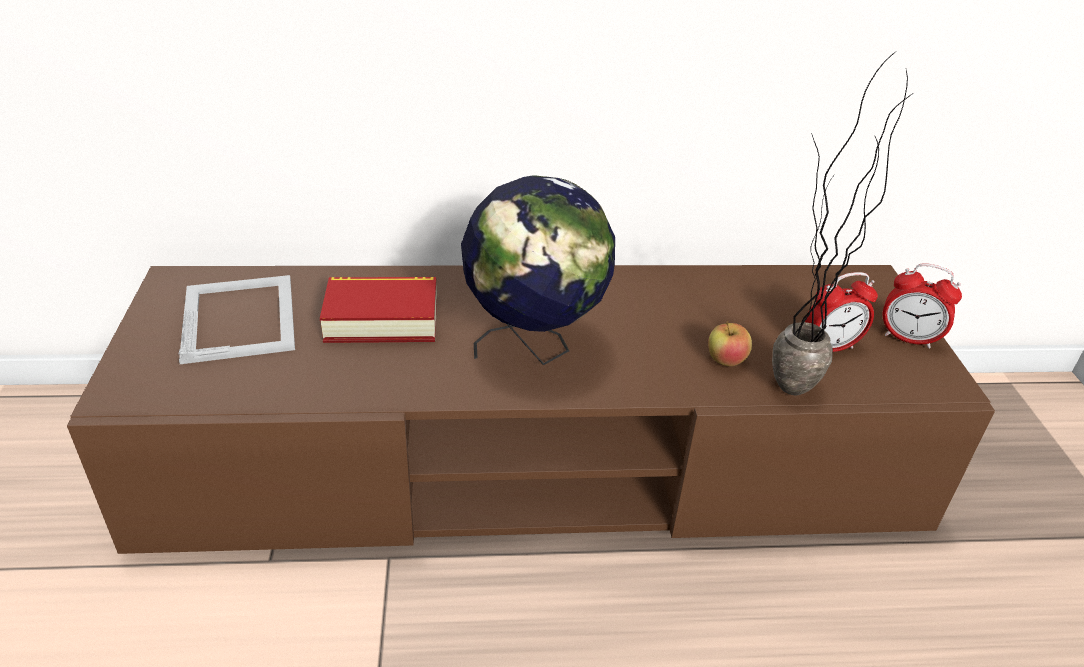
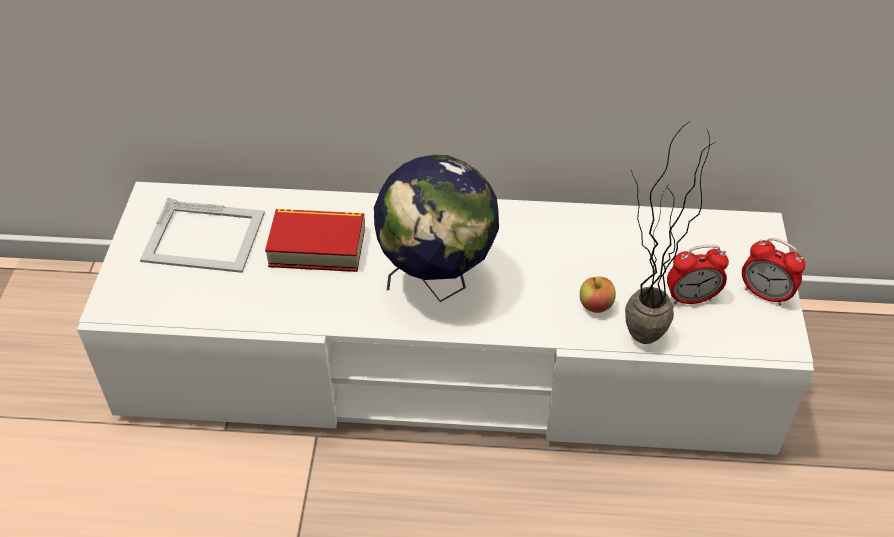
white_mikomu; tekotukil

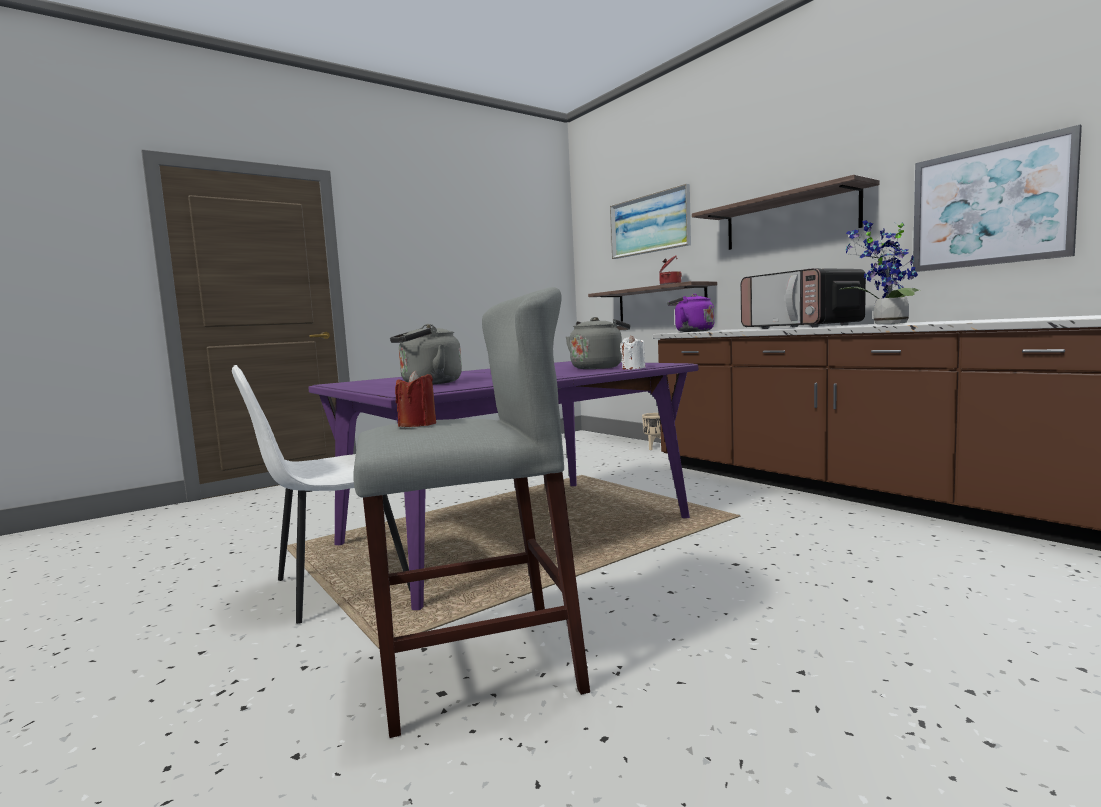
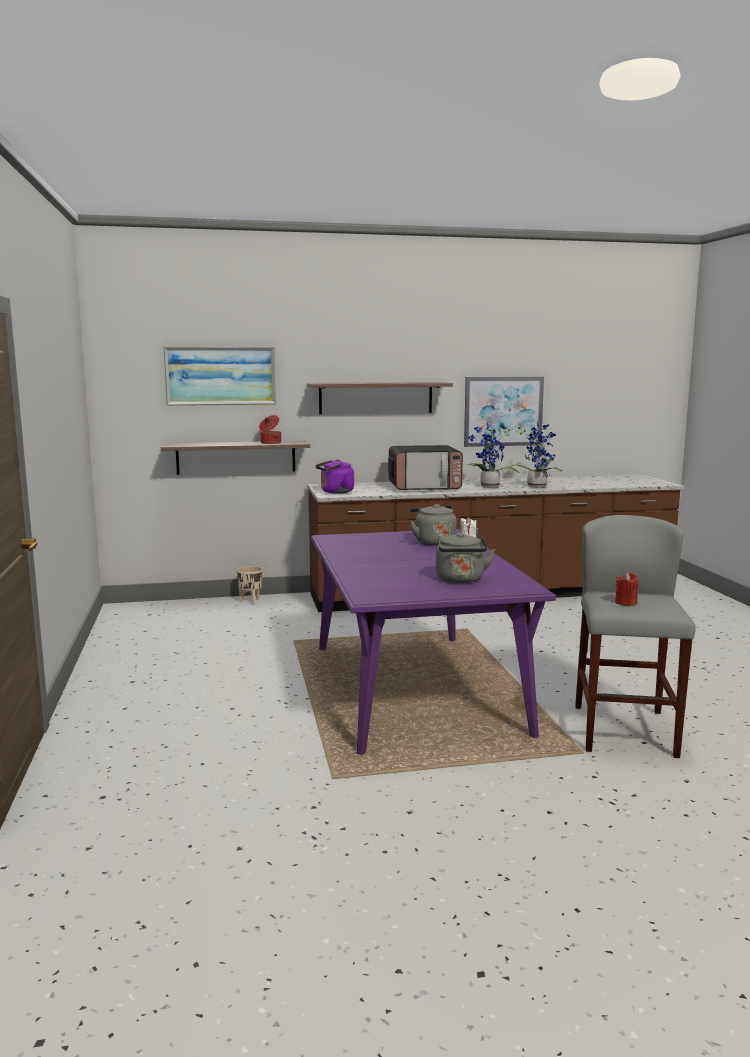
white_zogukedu; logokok (no. 2 from left)

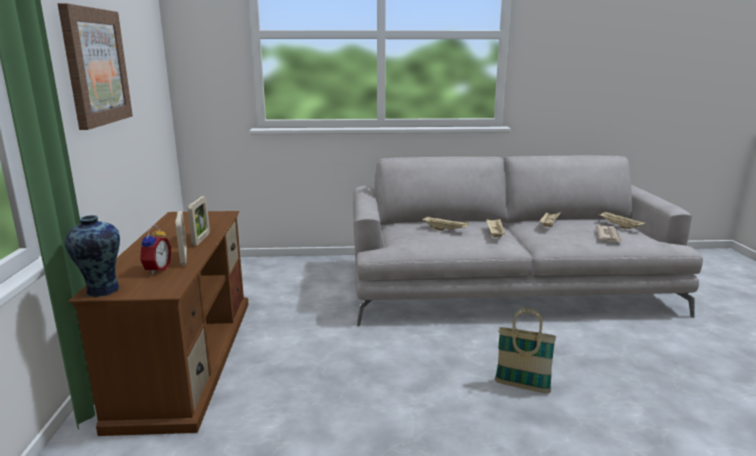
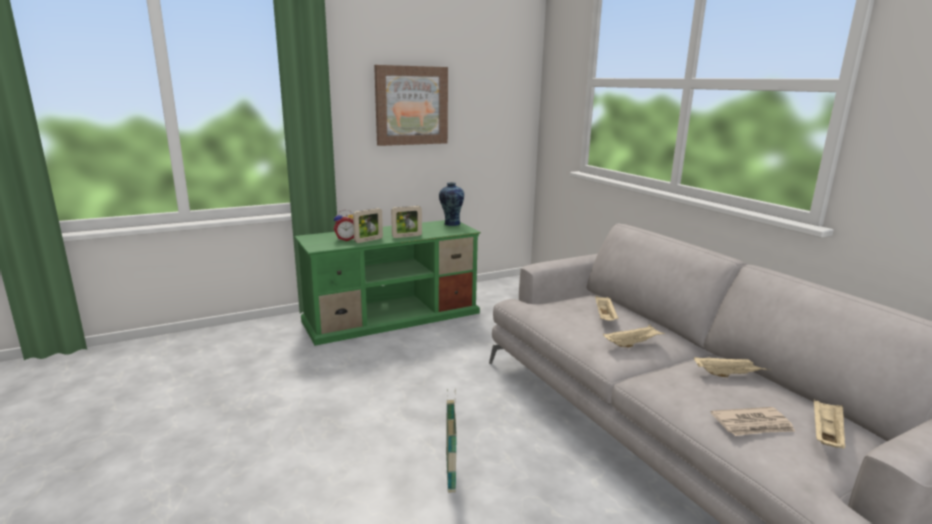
green_mikomu; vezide

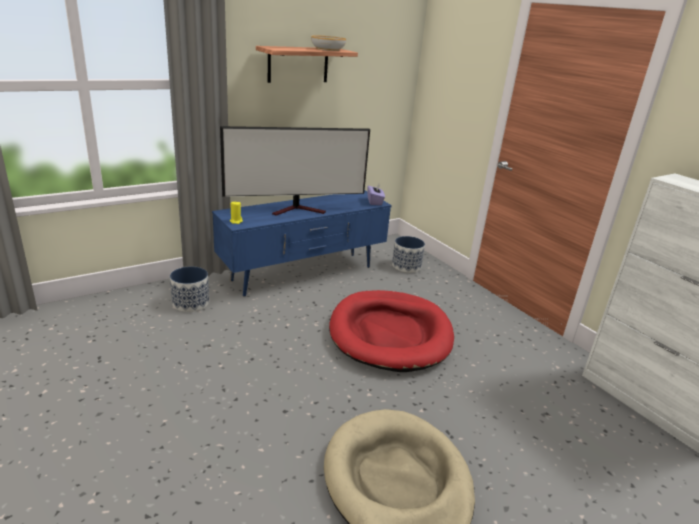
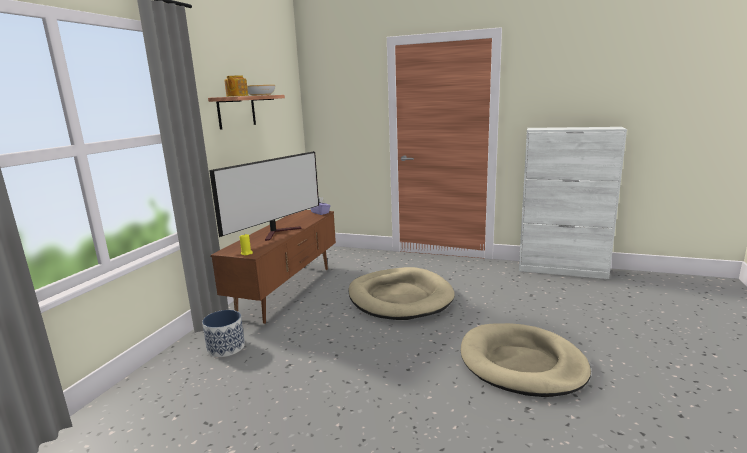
brown_mikomu; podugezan (no. 2 from left in the first image); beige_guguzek (no. 1 from left); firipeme

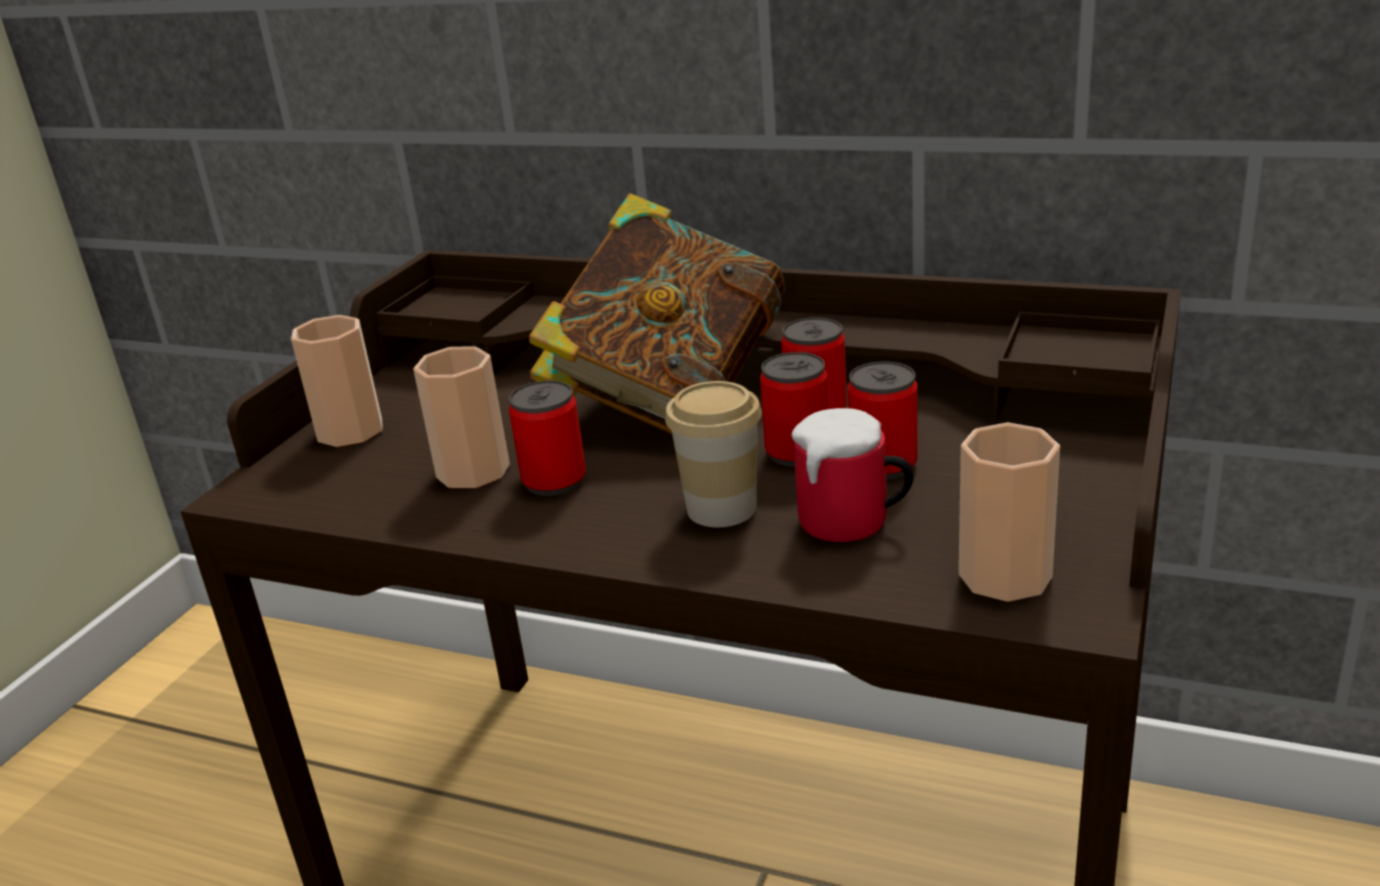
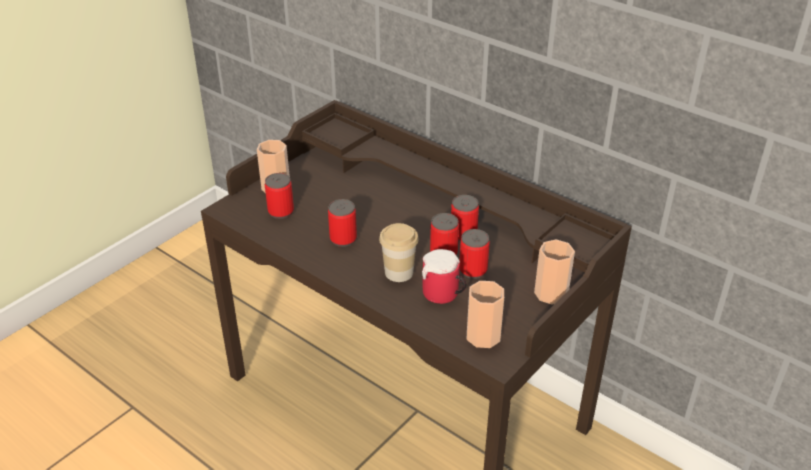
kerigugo; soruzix (no. 4 from left); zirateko (no. 1 from left)

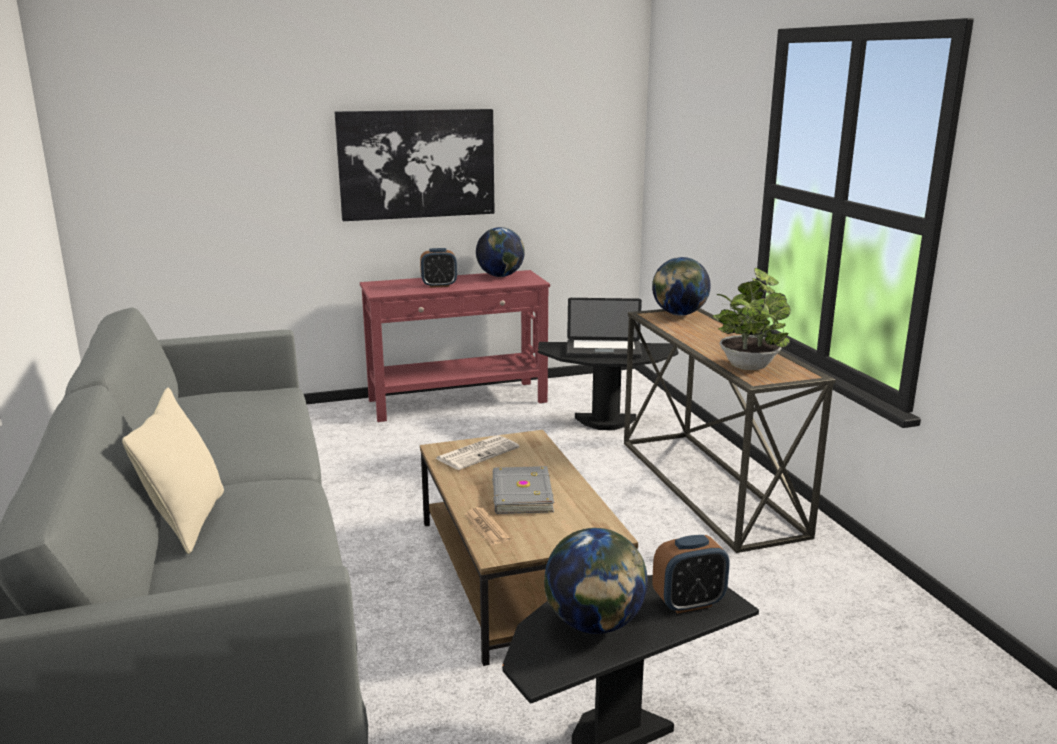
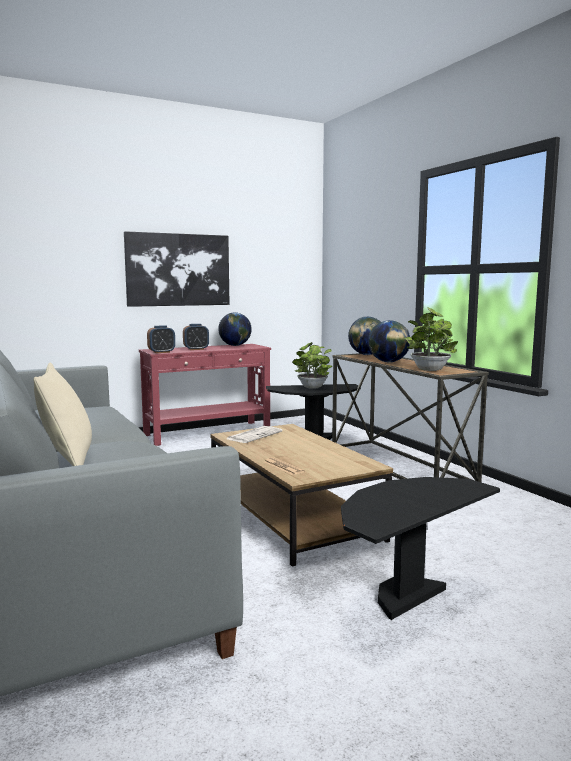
logokok (no. 1 from left); grey_kerigugo; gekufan (no. 3 from left); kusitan (no. 1 from left)

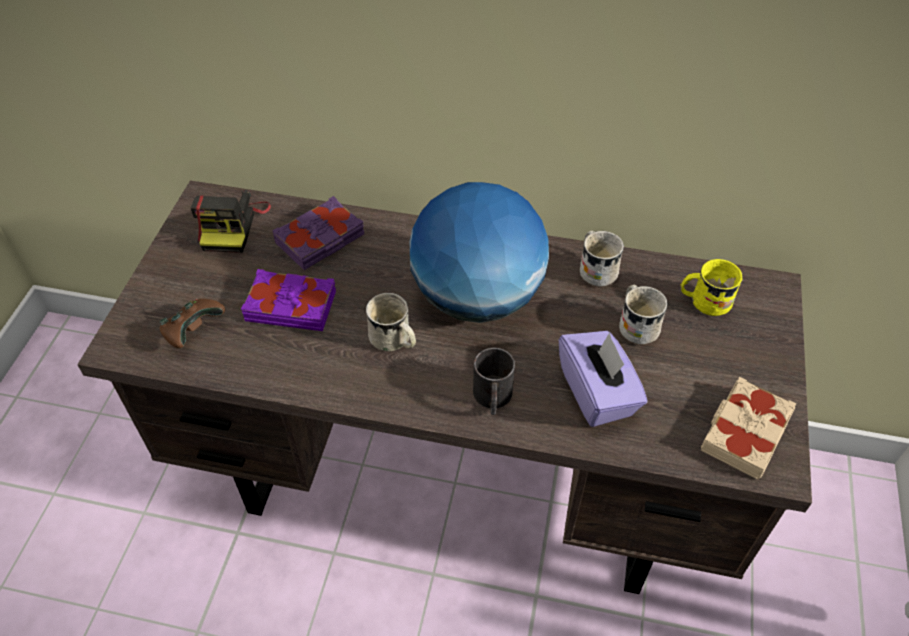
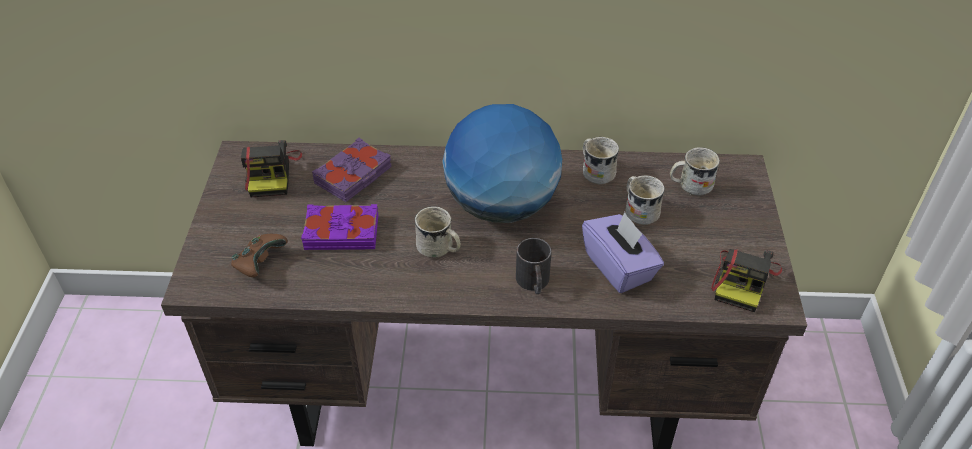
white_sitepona (no. 4 from left); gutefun (no. 2 from left)

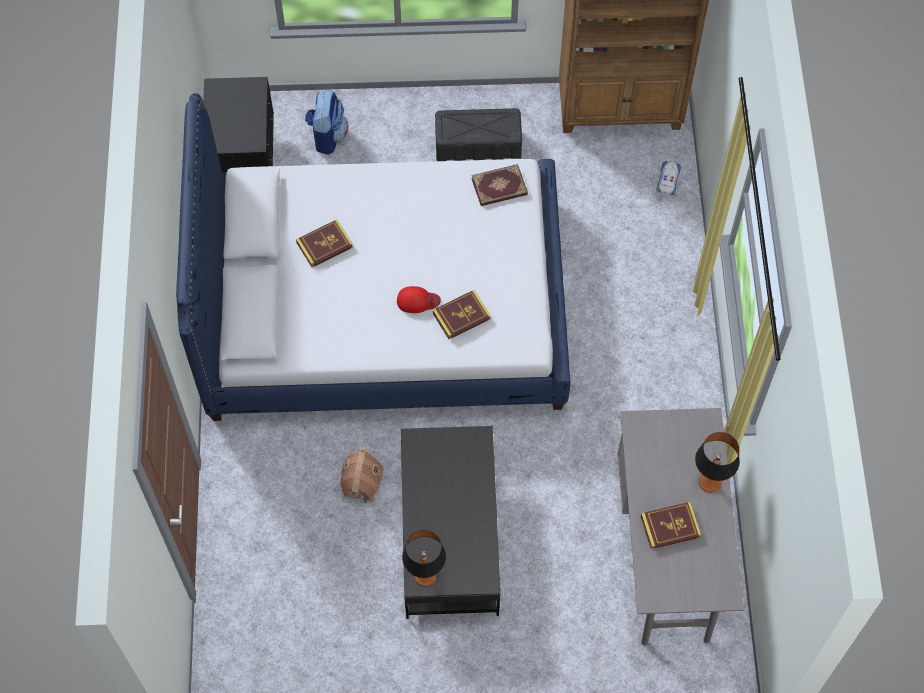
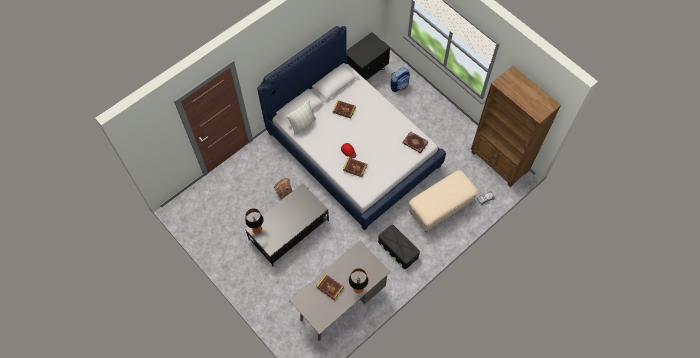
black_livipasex; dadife; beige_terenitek

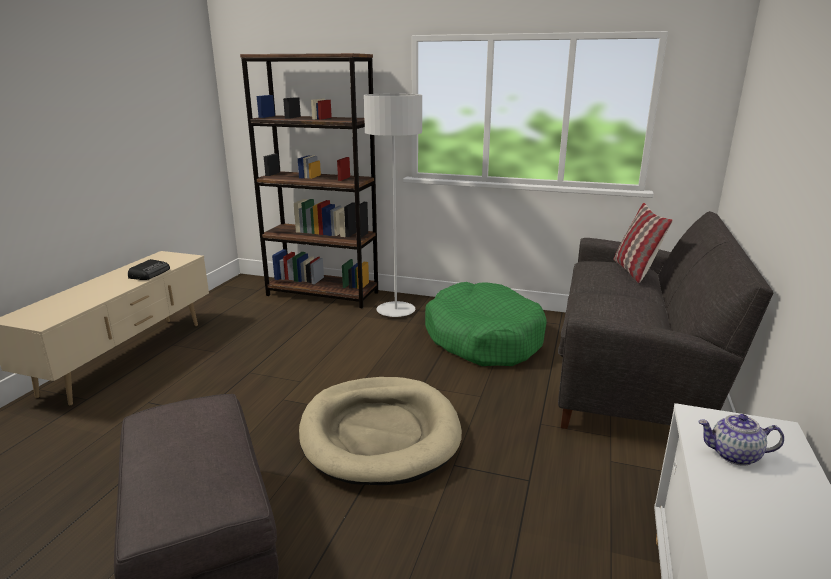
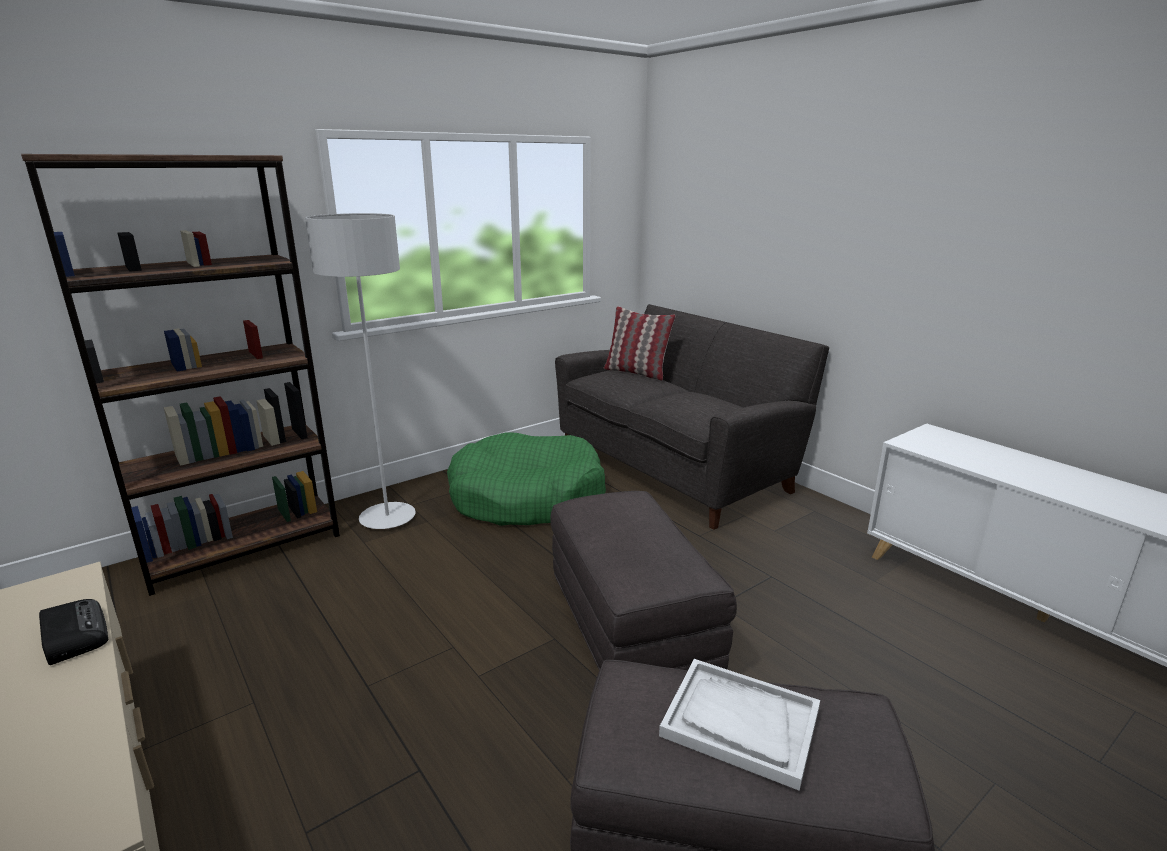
grey_terenitek (no. 1 from left); firipeme; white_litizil

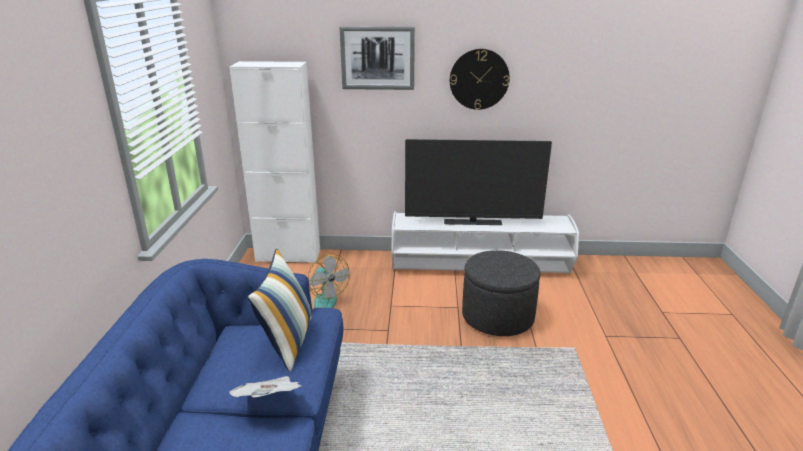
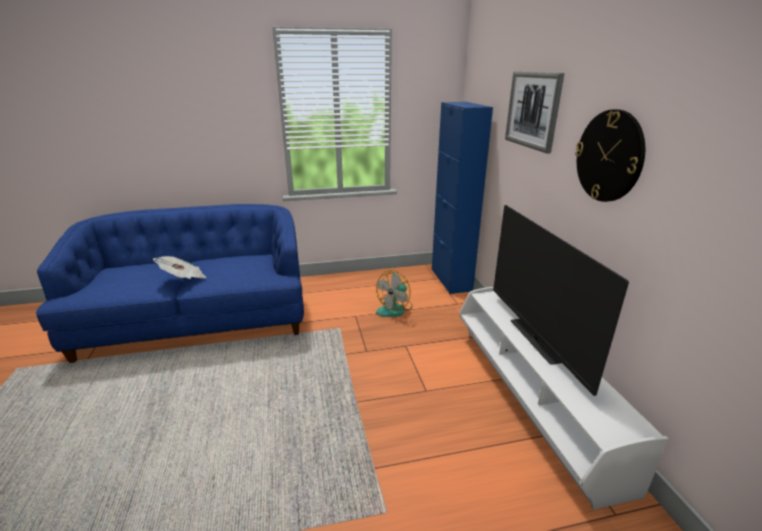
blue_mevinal; dadife; grey_terenitek

